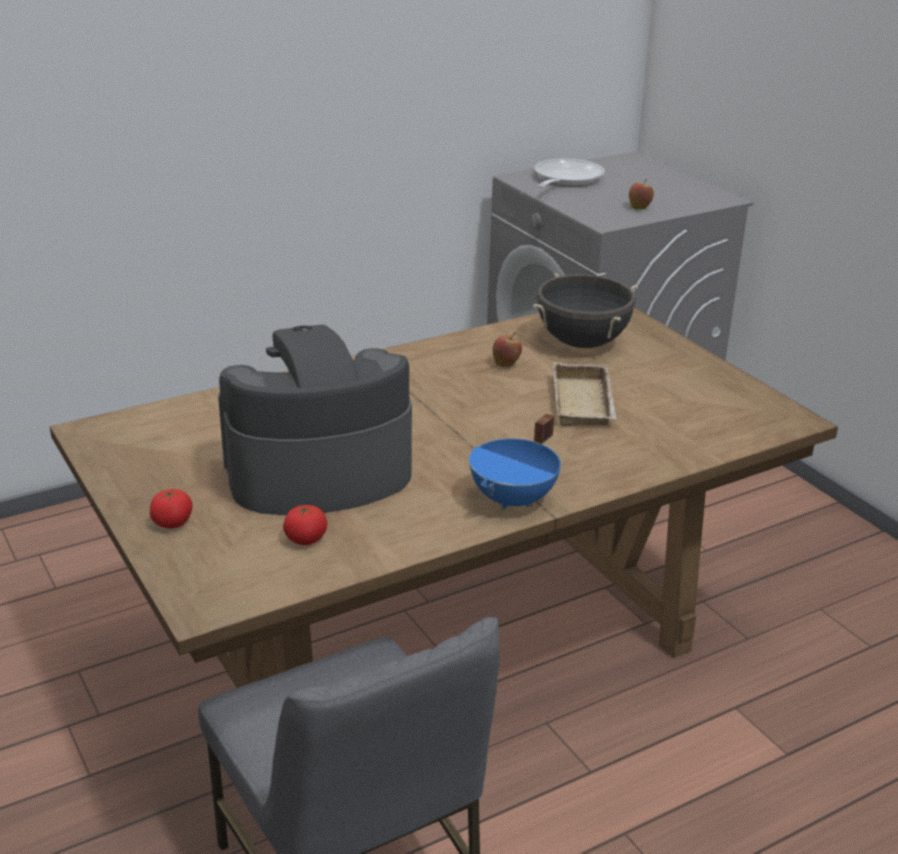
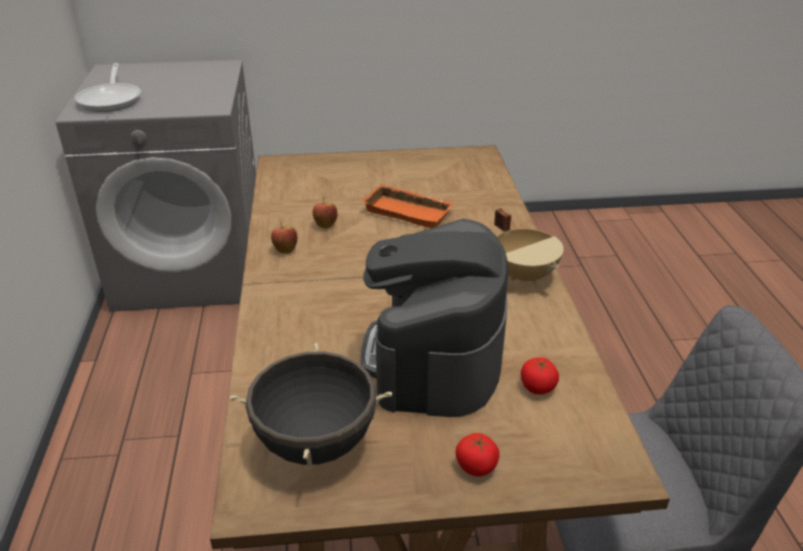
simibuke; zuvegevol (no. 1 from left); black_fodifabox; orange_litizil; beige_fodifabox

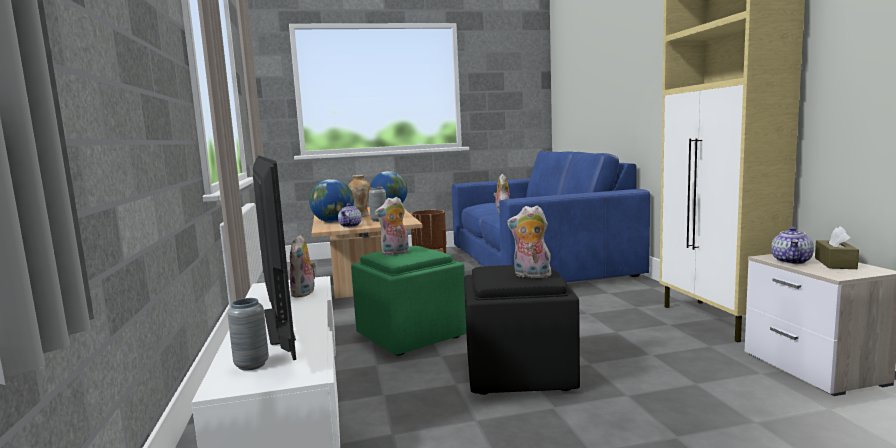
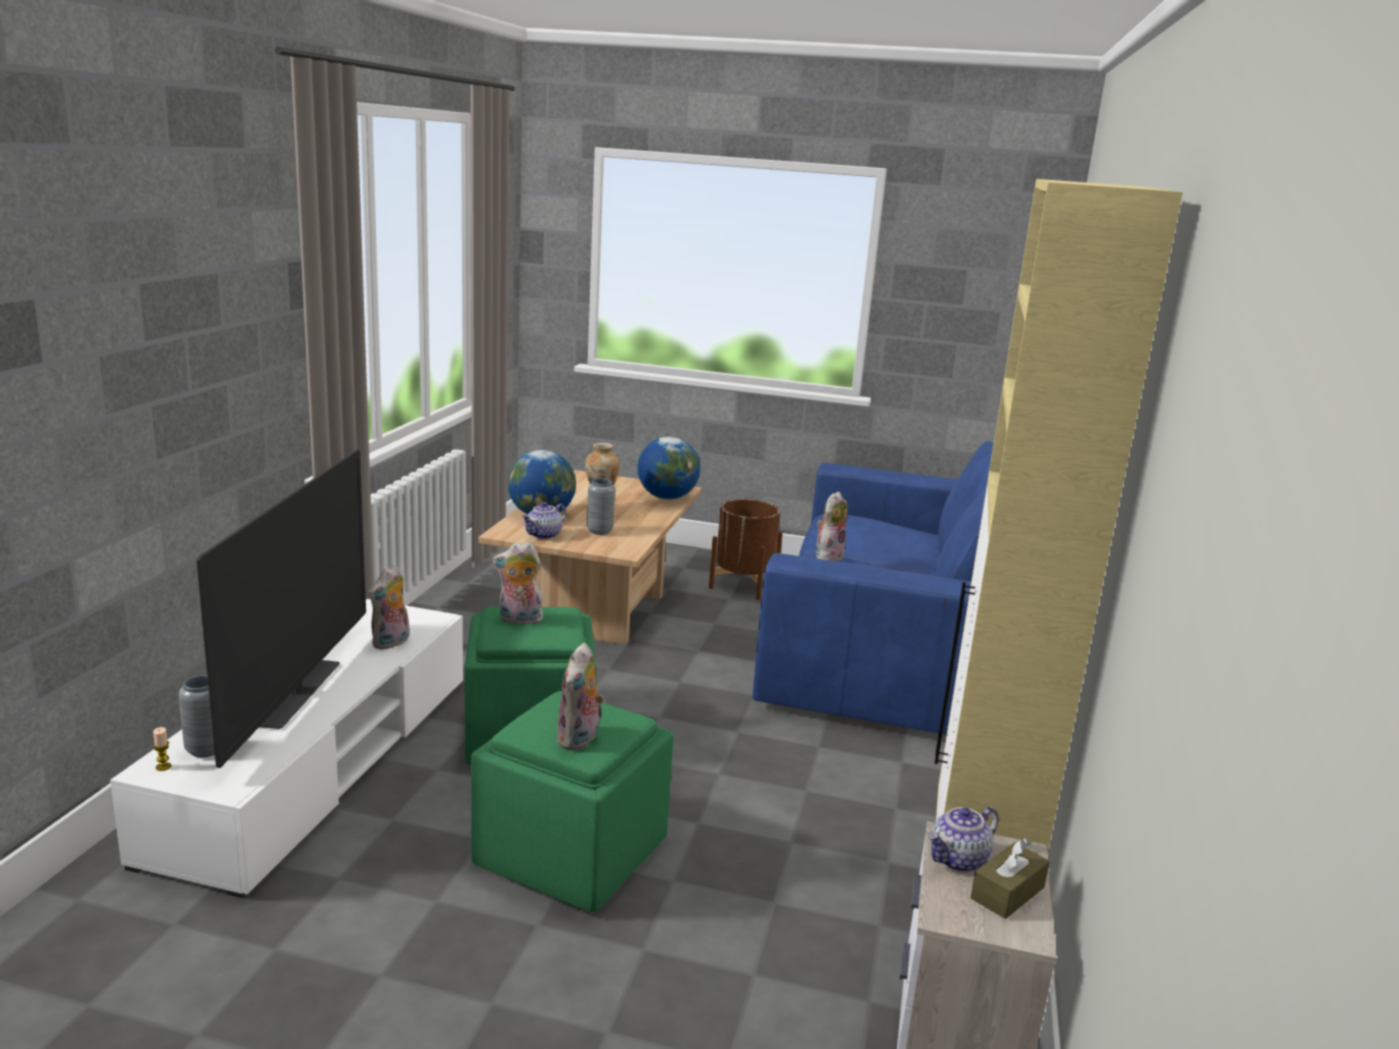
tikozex (no. 3 from left); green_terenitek (no. 2 from left); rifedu

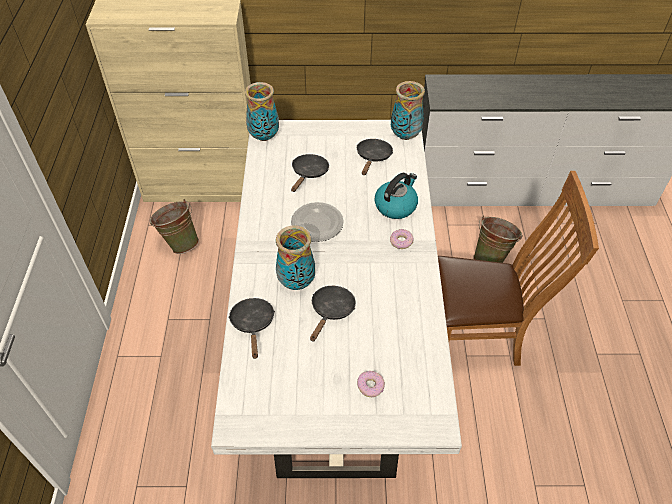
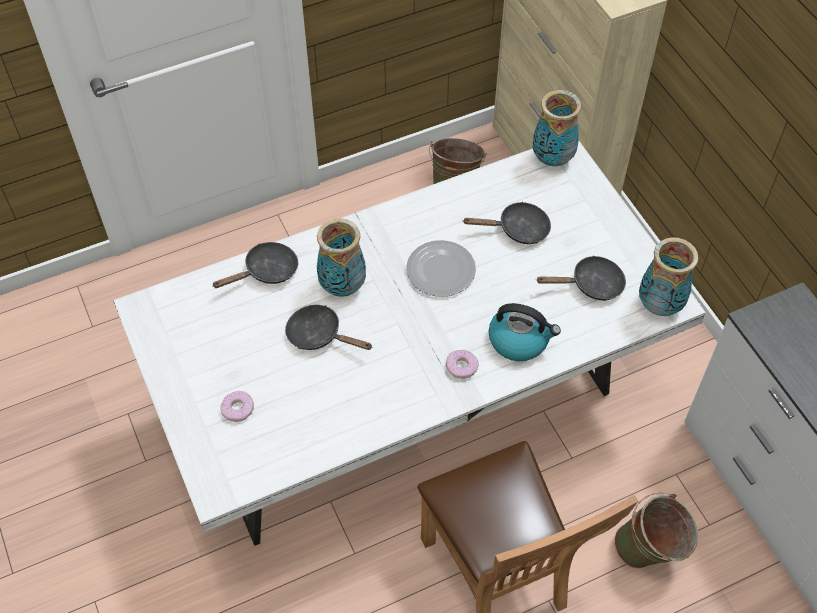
black_simibuke (no. 2 from left)

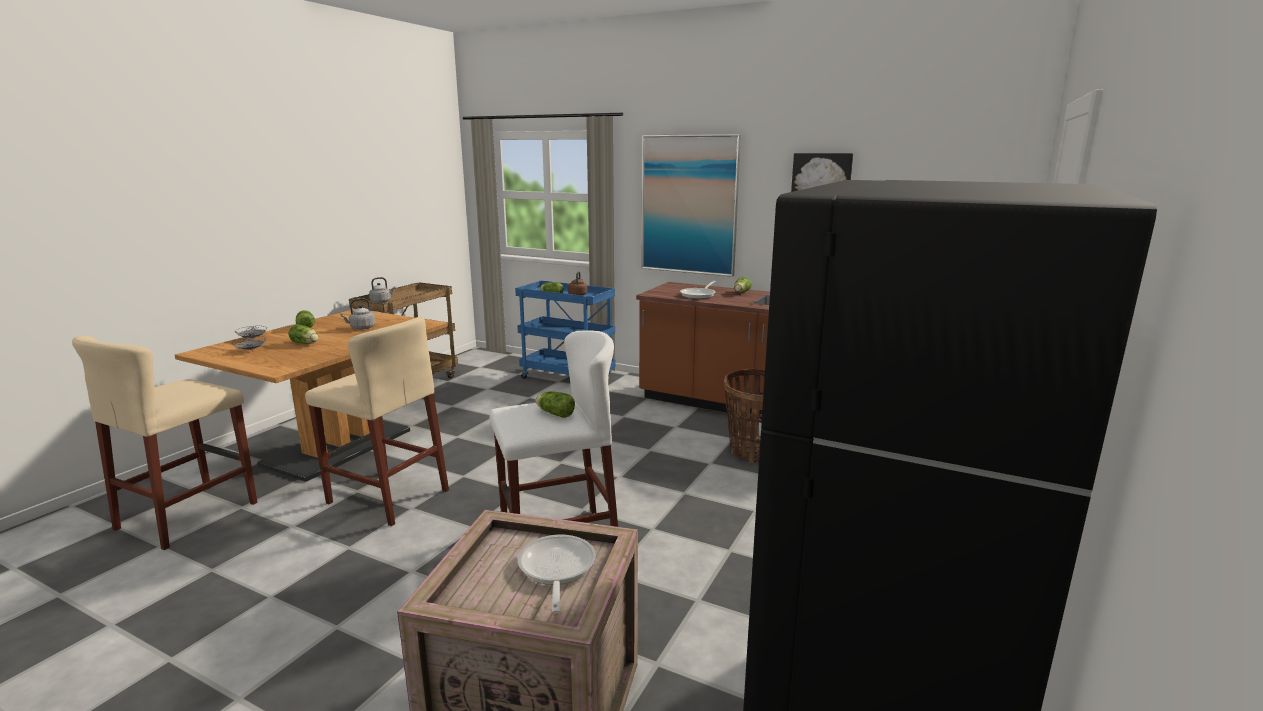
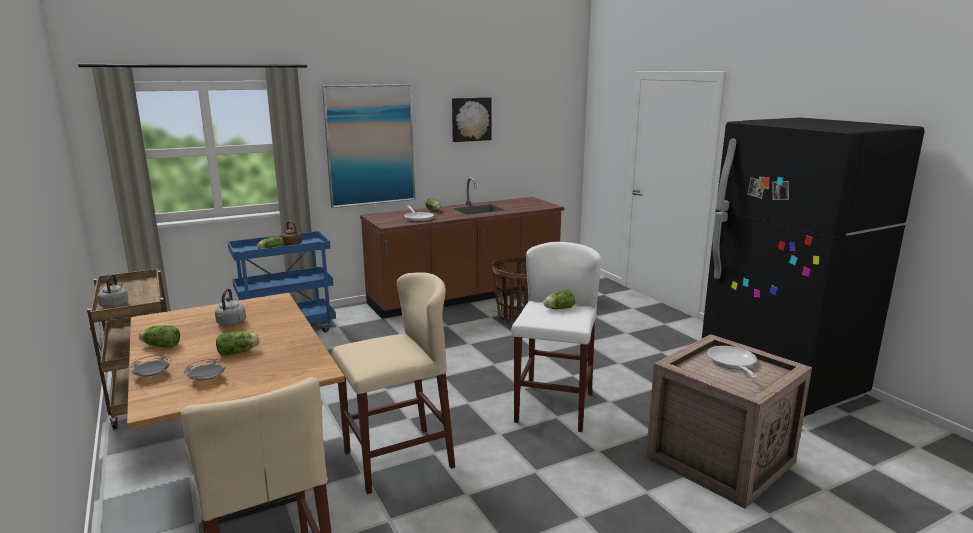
simibuke (no. 2 from left)

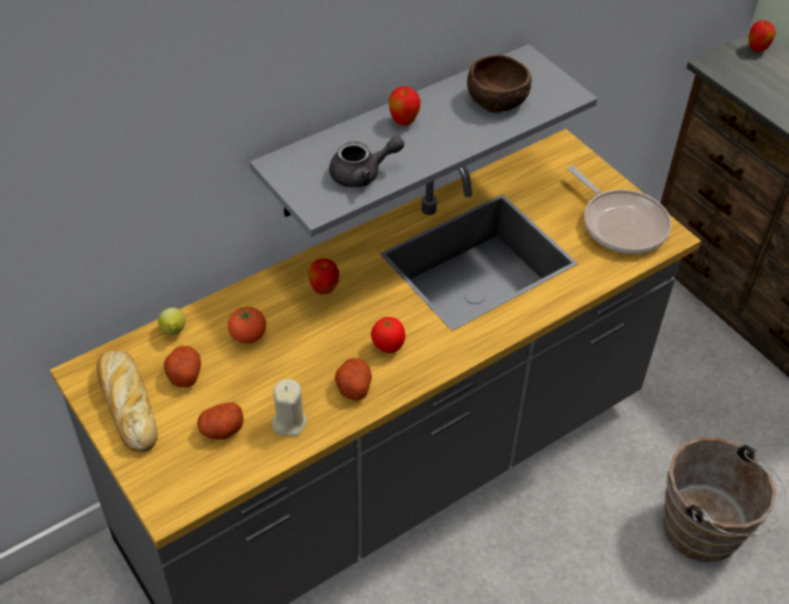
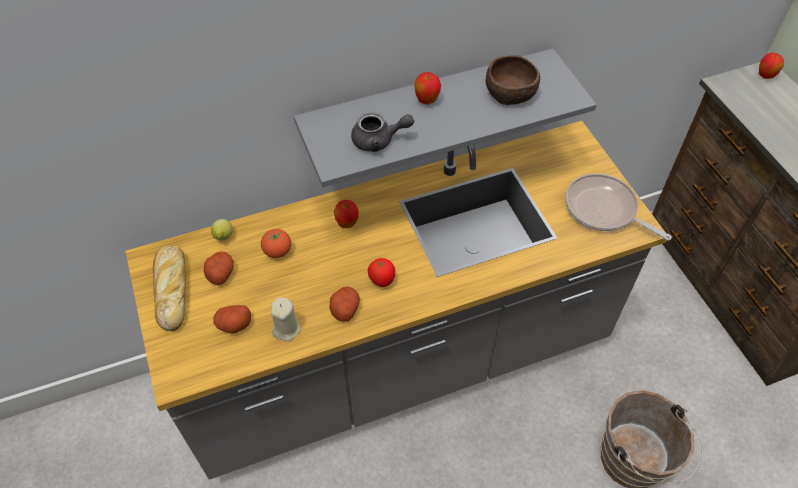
simibuke

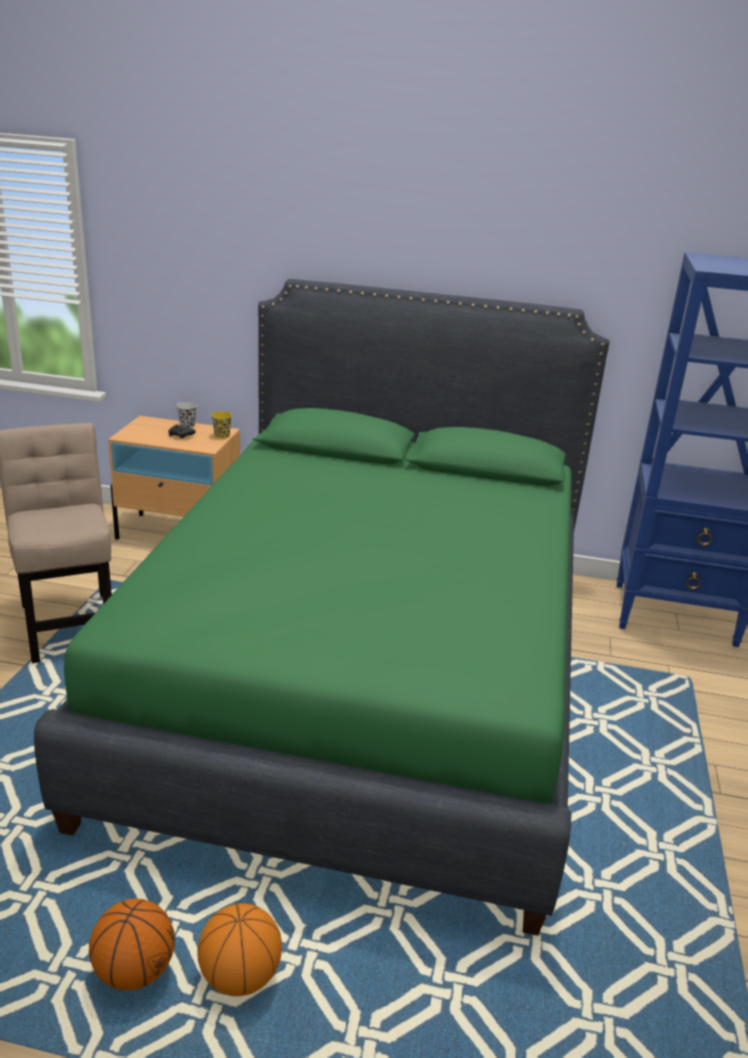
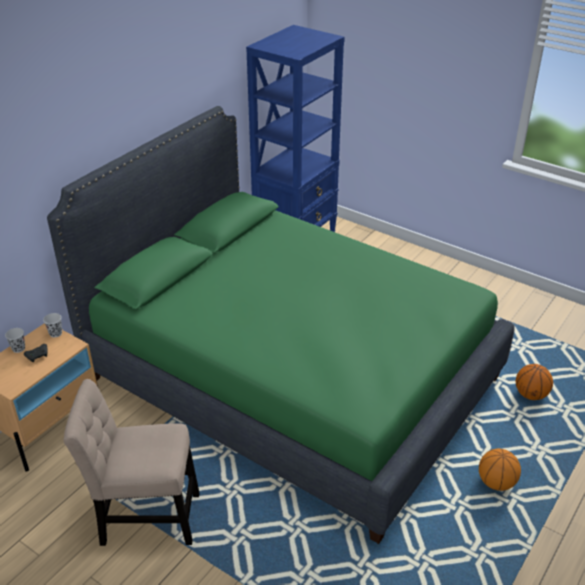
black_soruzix (no. 2 from left); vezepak (no. 2 from left)

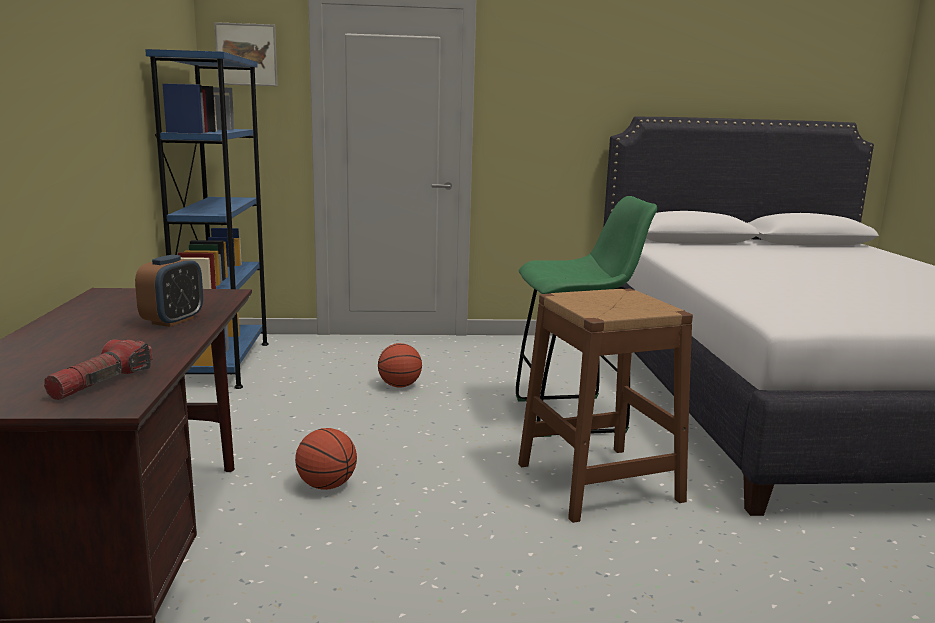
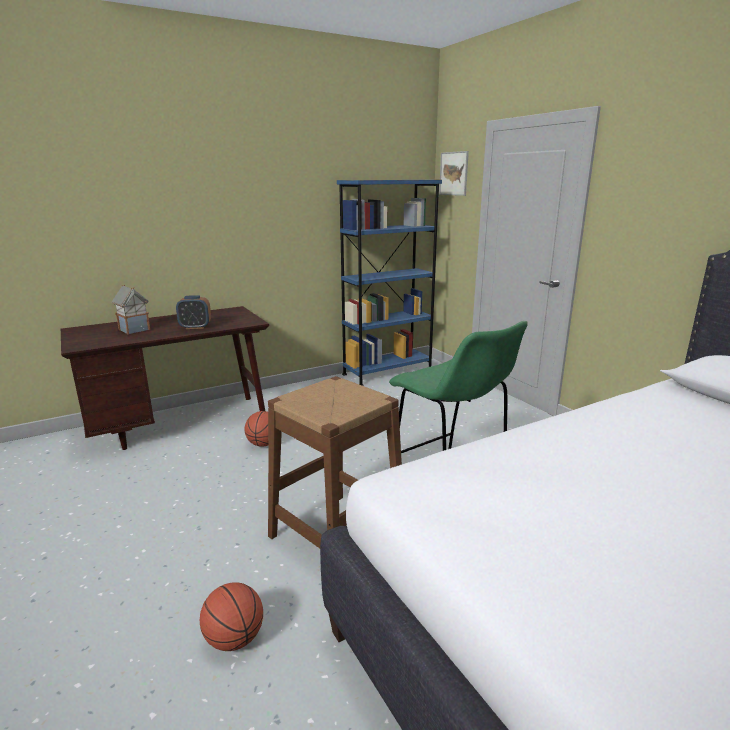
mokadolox; vezepak (no. 1 from left); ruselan

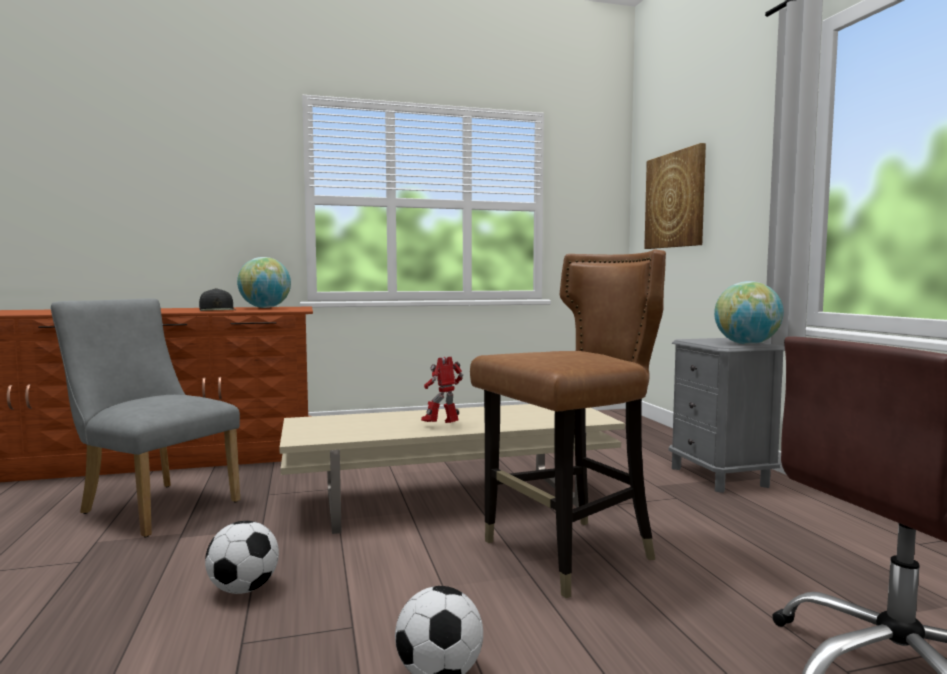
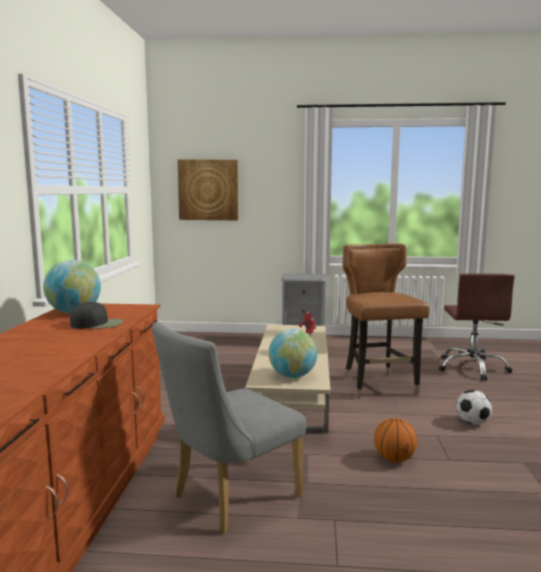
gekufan (no. 2 from left); vezepak

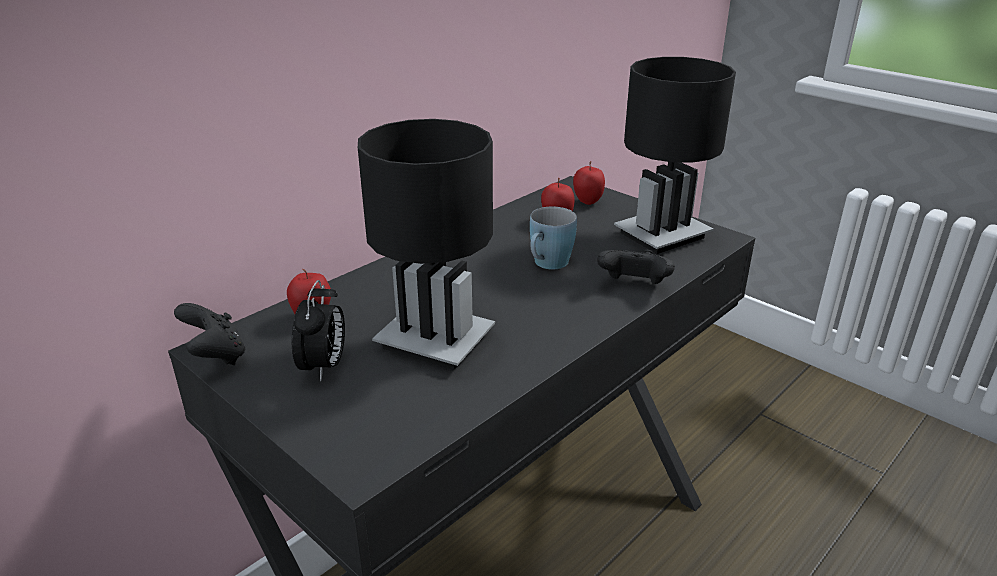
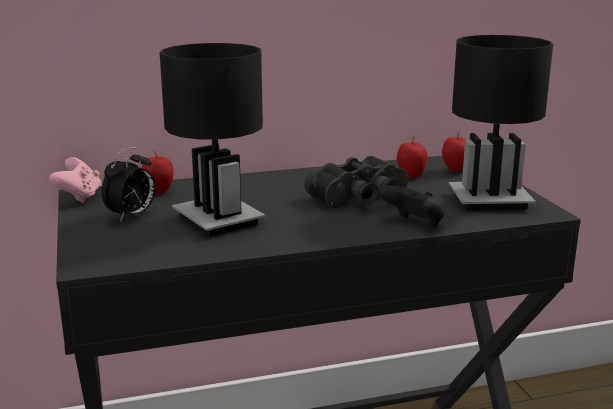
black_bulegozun; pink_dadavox

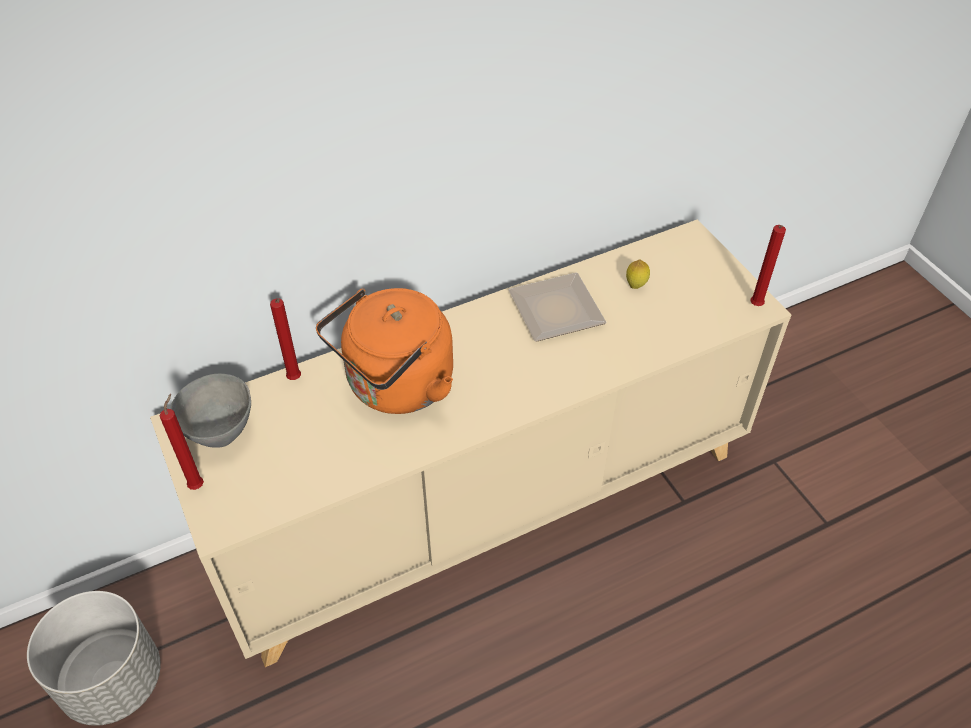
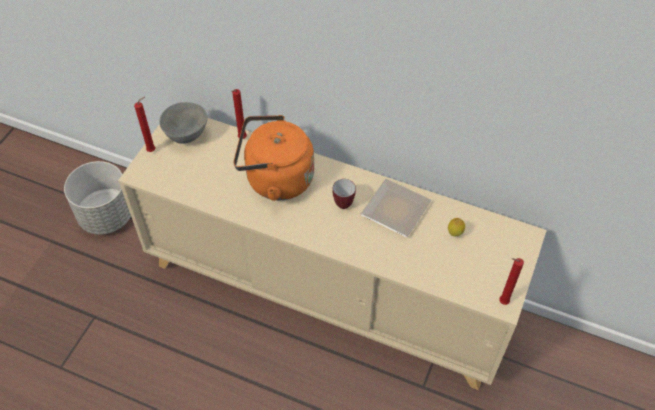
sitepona

